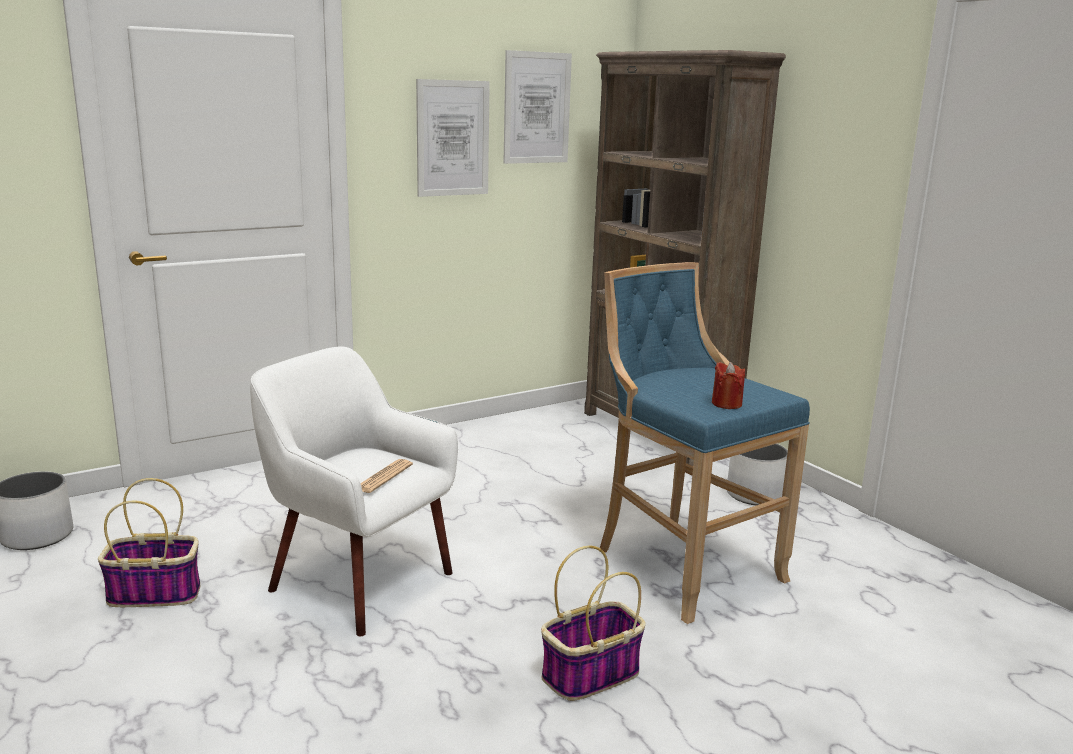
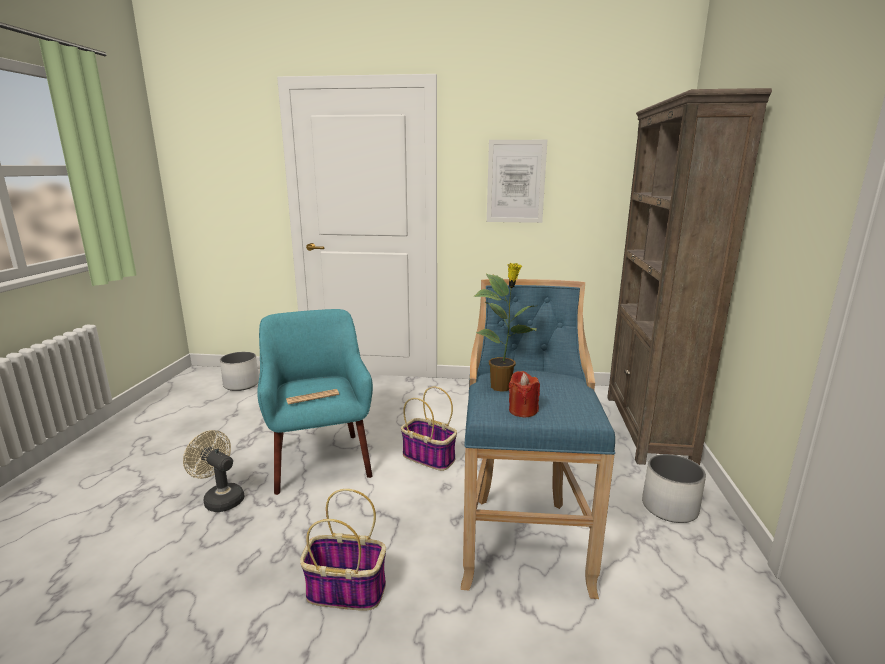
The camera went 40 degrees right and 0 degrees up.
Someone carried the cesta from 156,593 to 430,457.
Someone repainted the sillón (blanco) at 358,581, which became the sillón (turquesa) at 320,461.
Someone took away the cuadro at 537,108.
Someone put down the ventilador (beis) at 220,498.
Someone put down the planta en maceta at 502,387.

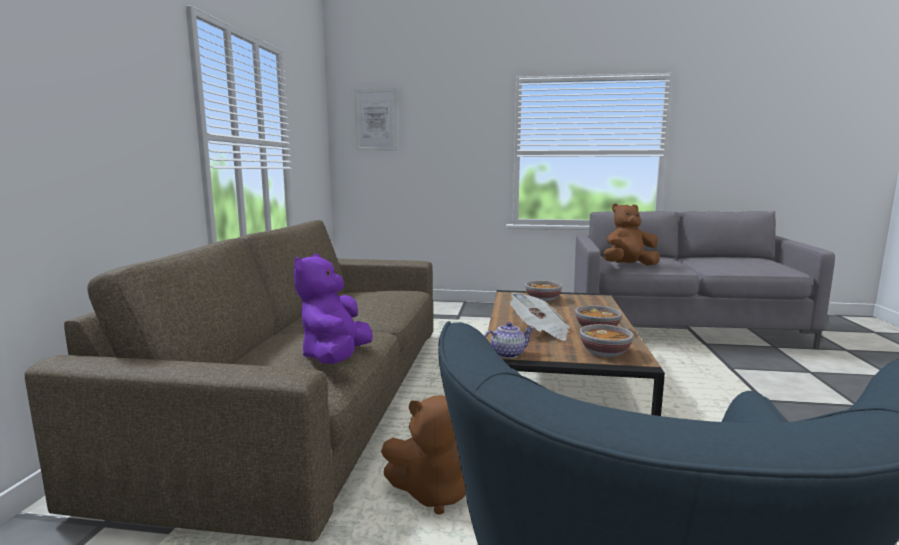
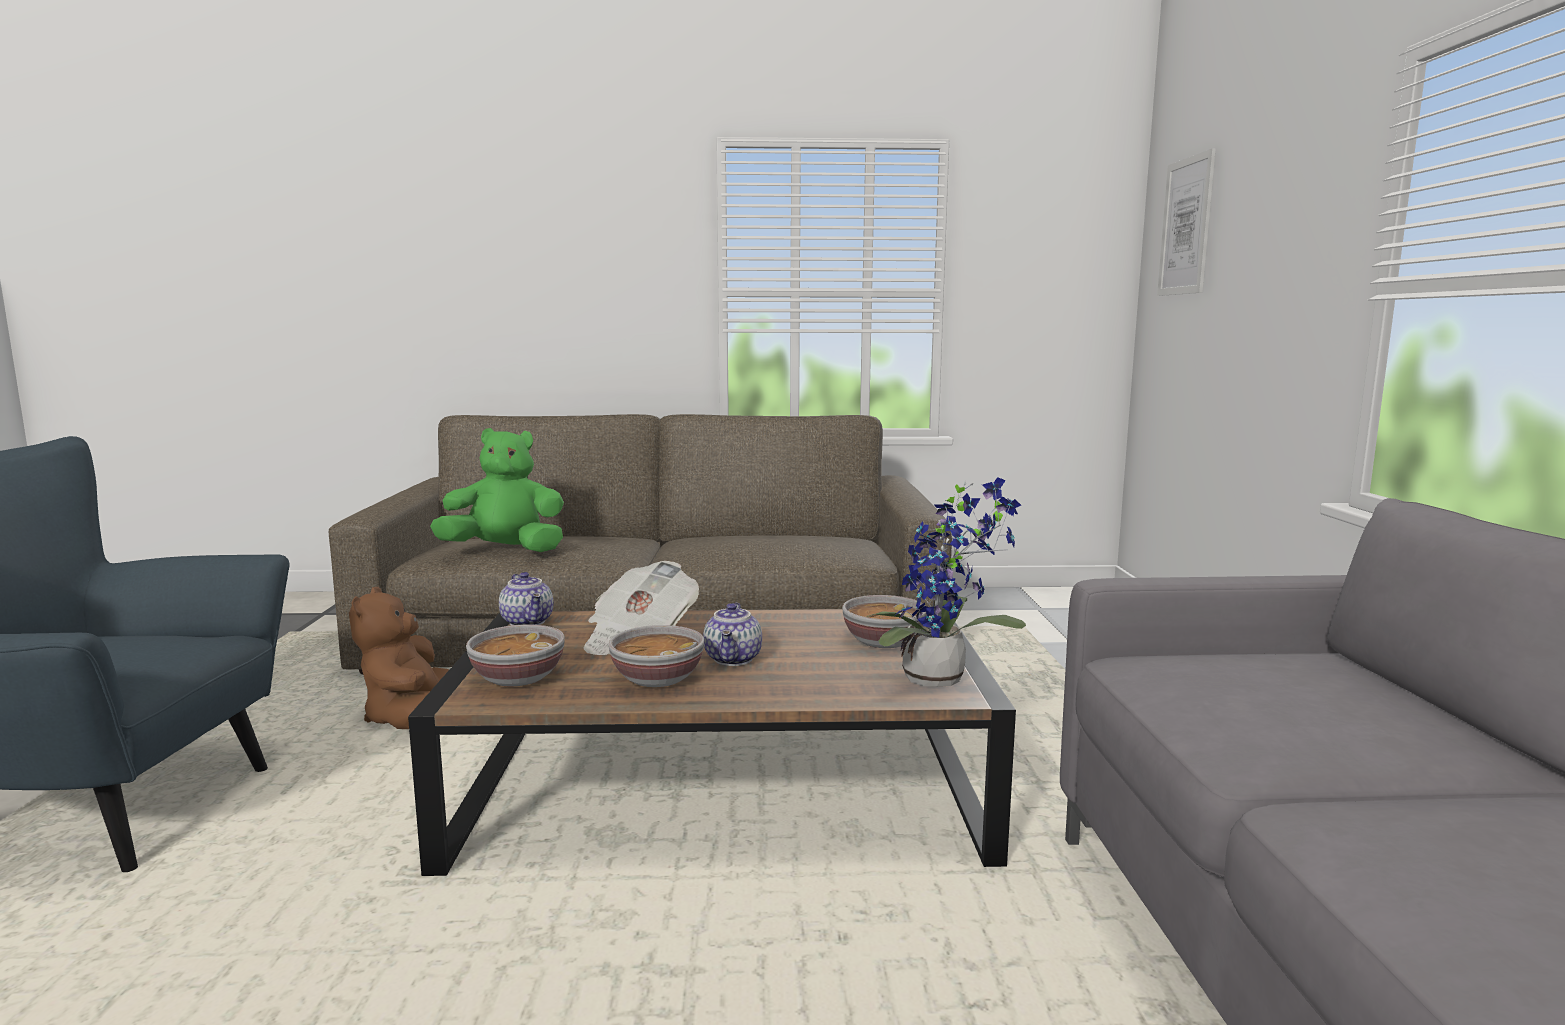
The camera went 80 degrees right and 0 degrees up.
Someone repainted the peluche (morado) at 336,357, which became the peluche (verde) at 505,550.
Someone took away the peluche (marrón) at 628,266.
Someone put down the tetera at 734,659.
Someone put down the planta en maceta at 941,679.

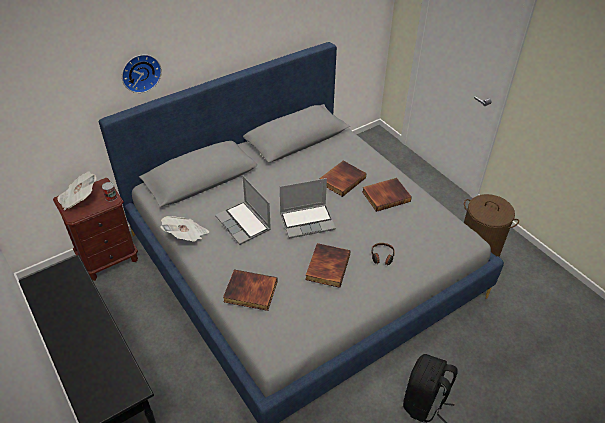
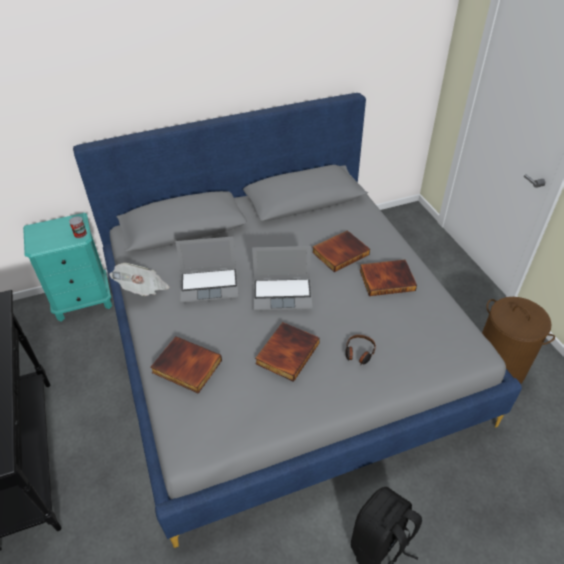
The camera went 15 degrees right and 0 degrees up.
Someone repainted the mesita de noche (marrón) at 109,259, which became the mesita de noche (turquesa) at 83,301.
Someone took away the periódico at 79,199.
Someone took away the reloj de pared at 140,72.
Someone rotated the portátil at 244,223 by 75 degrees counterclockwise.

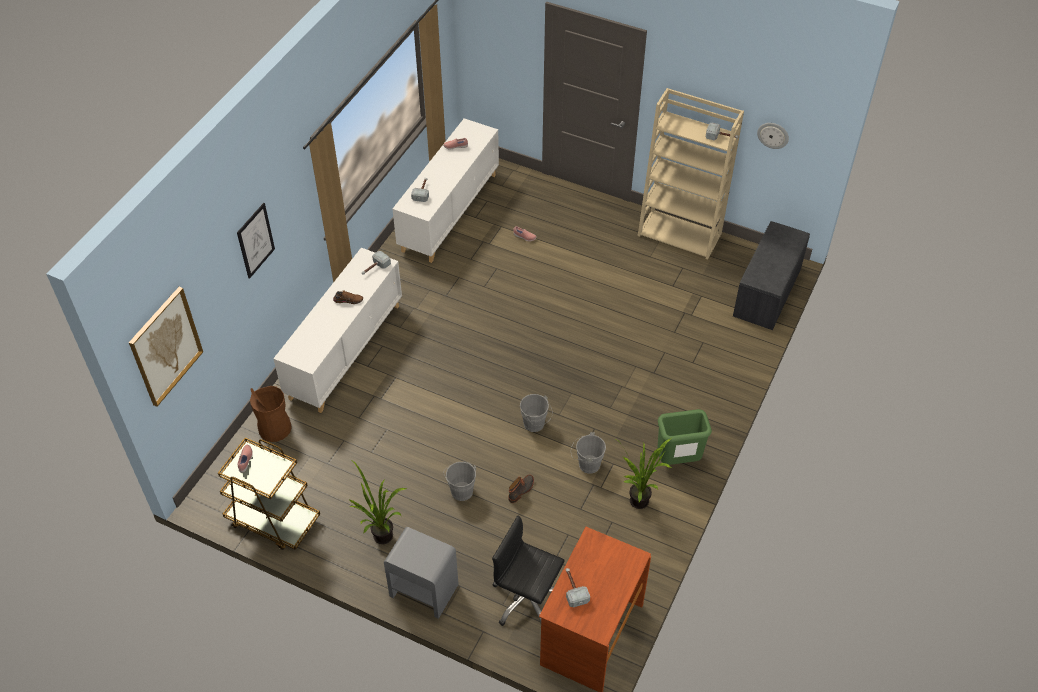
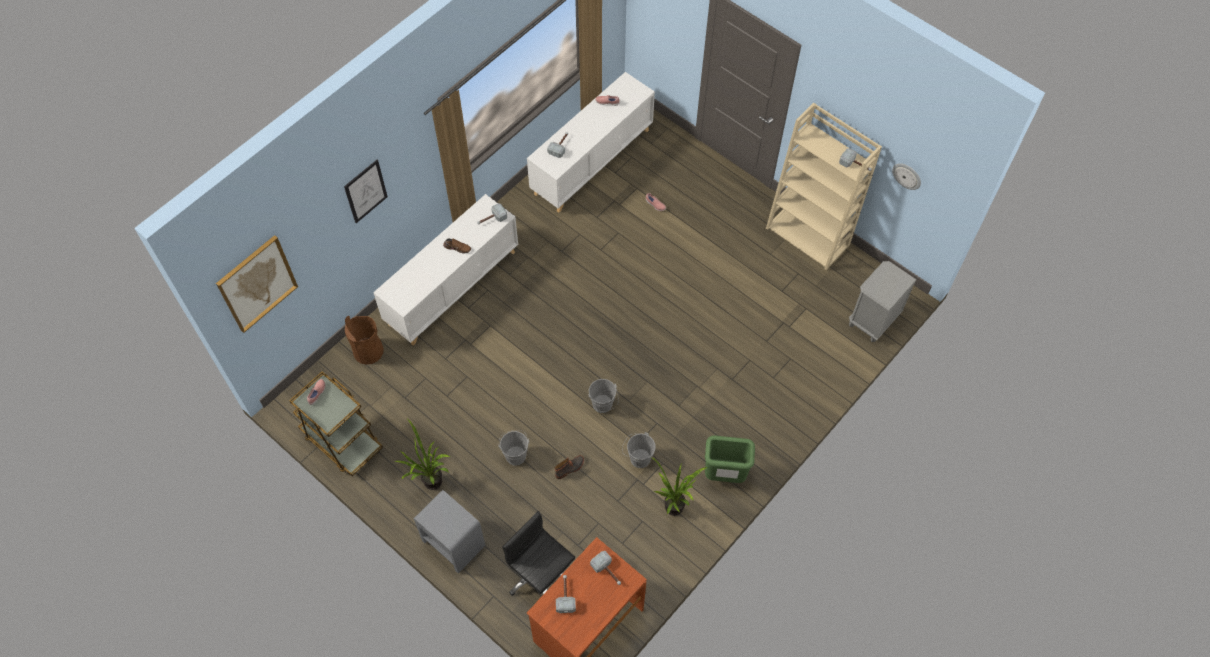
The camera went 15 degrees right and 10 degrees up.
Someone swapped the banco (gris) at 768,293 for the mesita de noche (gris) at 873,320.
Someone put down the martillo at 608,571.

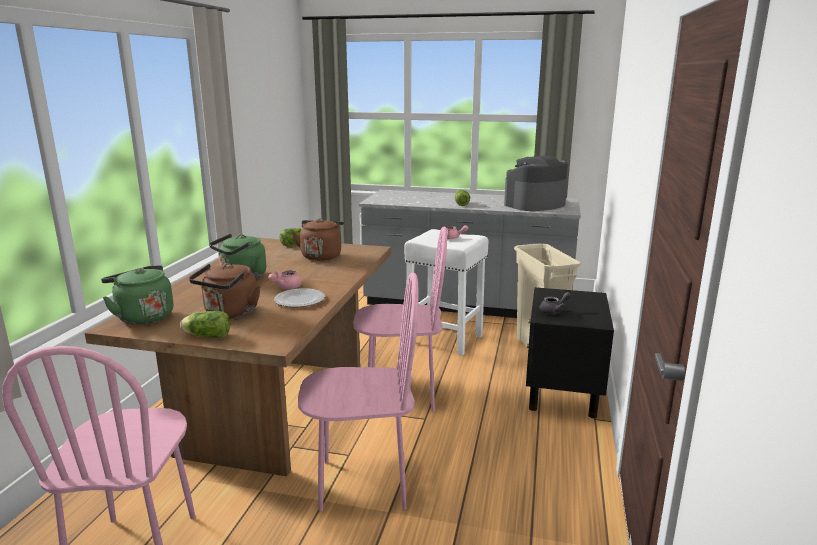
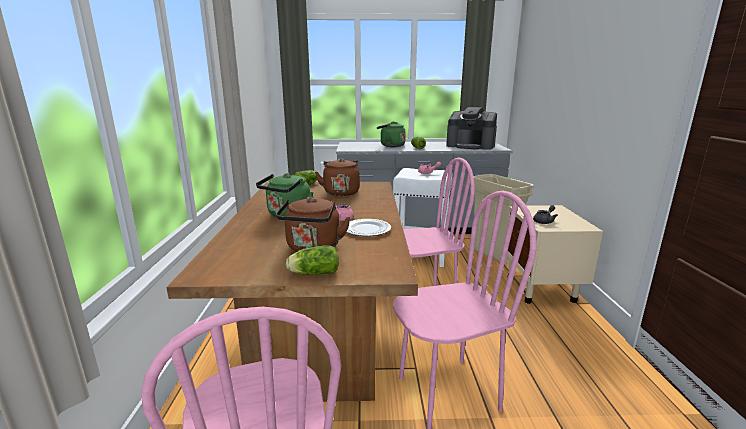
The camera went 15 degrees left and 0 degrees up.
Someone carried the hervidor (verde) from 143,317 to 390,146.
Someone rotated the cafetera at 535,204 by 105 degrees counterclockwise.
Someone repainted the mesita de noche (negro) at 562,397, which became the mesita de noche (beis) at 540,289.

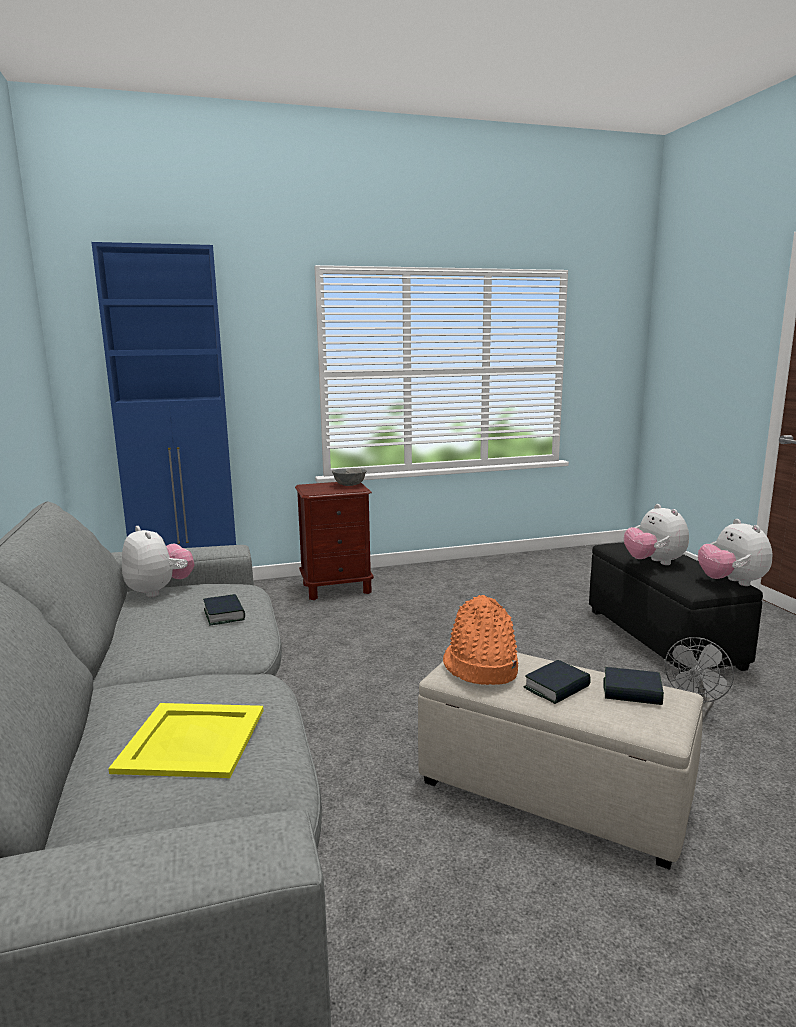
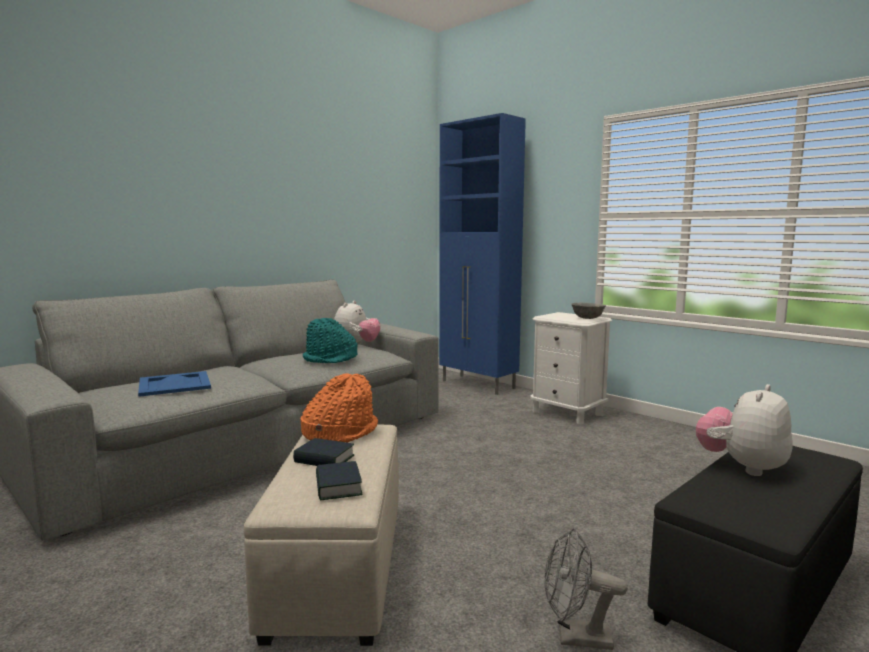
The camera went 60 degrees right and 5 degrees down.
Someone repainted the bandeja (amarillo) at 193,740, which became the bandeja (azul) at 174,384.
Someone swapped the libro at 224,614 for the sombrero (turquesa) at 330,359.
Someone repainted the mesita de noche (marrón) at 337,588, which became the mesita de noche (blanco) at 567,413.
Someone took away the peluche at 731,583.

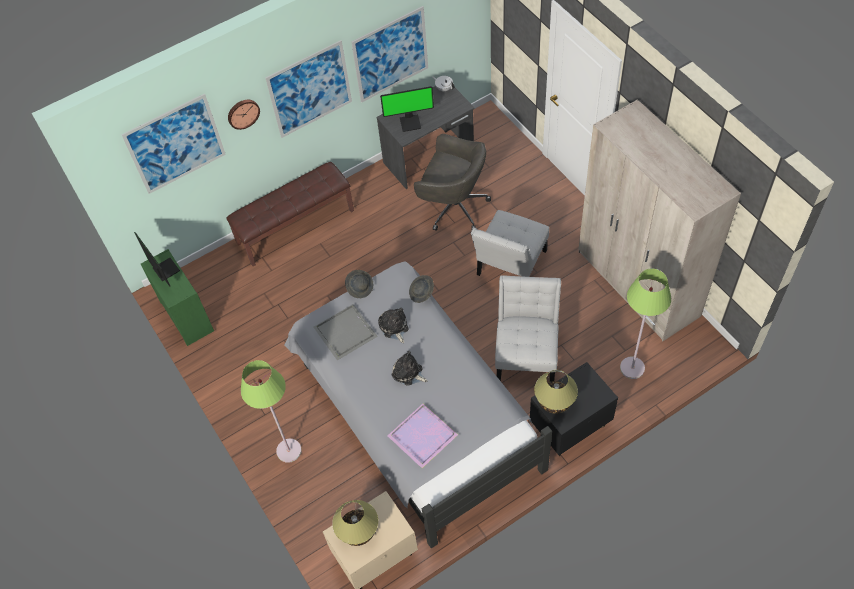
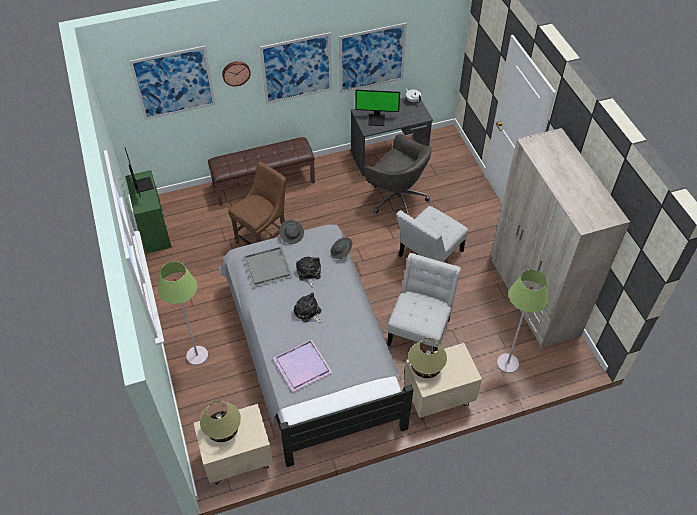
The camera went 10 degrees right and 5 degrees down.
Someone repainted the mesita de noche (negro) at 570,428, which became the mesita de noche (beis) at 438,399.
Someone put down the silla (marrón) at 263,239.

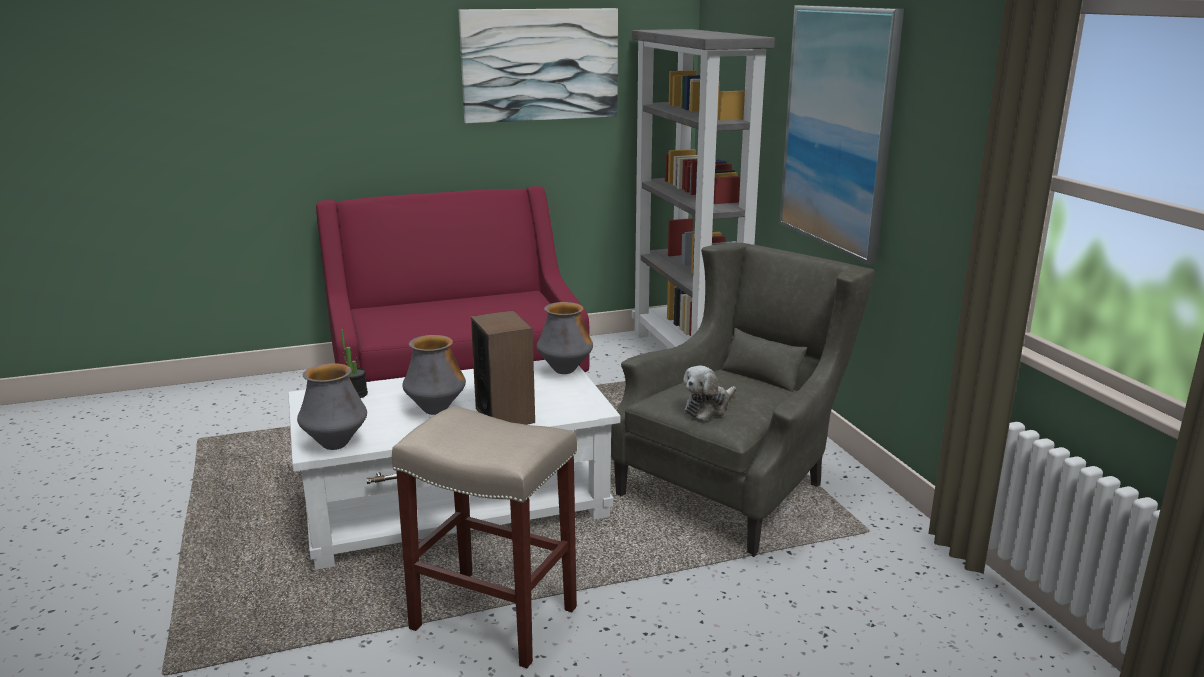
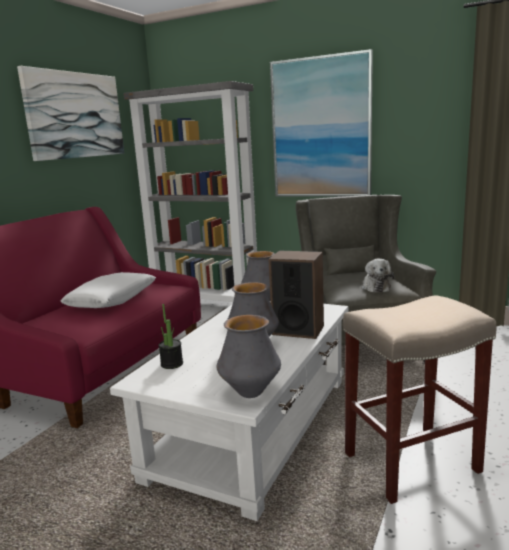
The camera went 45 degrees left and 5 degrees down.
Someone put down the cojín (blanco) at 112,299.

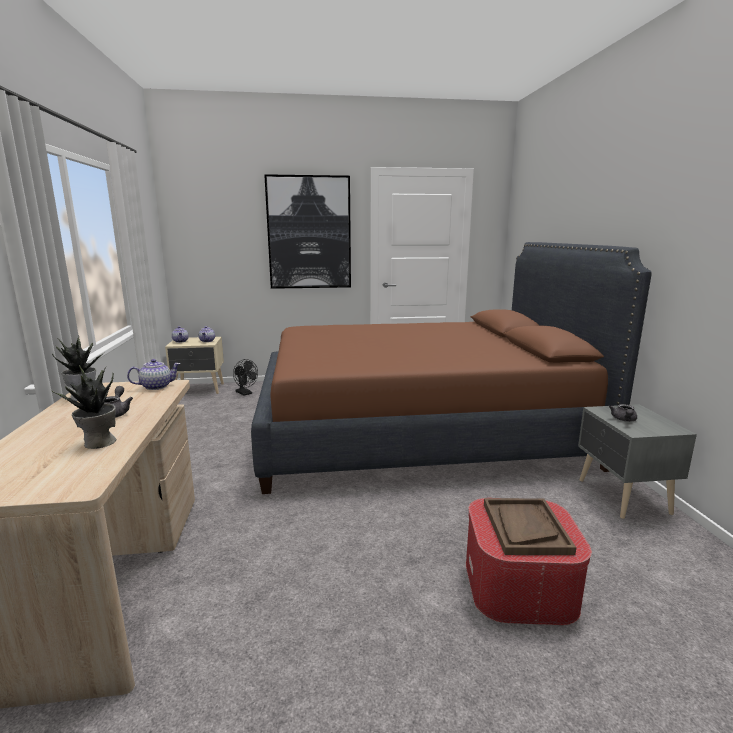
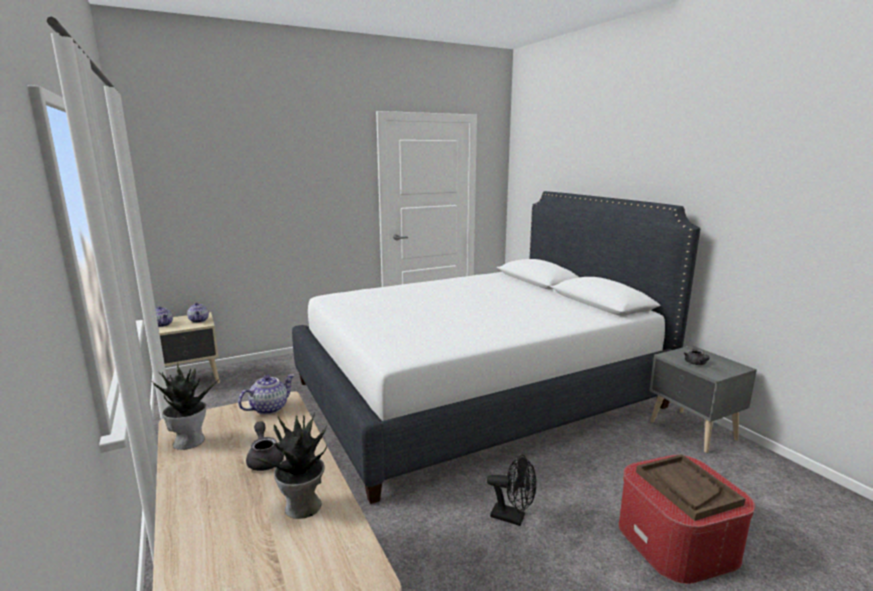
The camera went 20 degrees left and 0 degrees up.
Someone carried the ventilador (negro) from 245,393 to 513,517.
Someone repainted the cama (marrón) at 417,430, which became the cama (blanco) at 477,394.
Someone took away the cuadro at 309,233.

